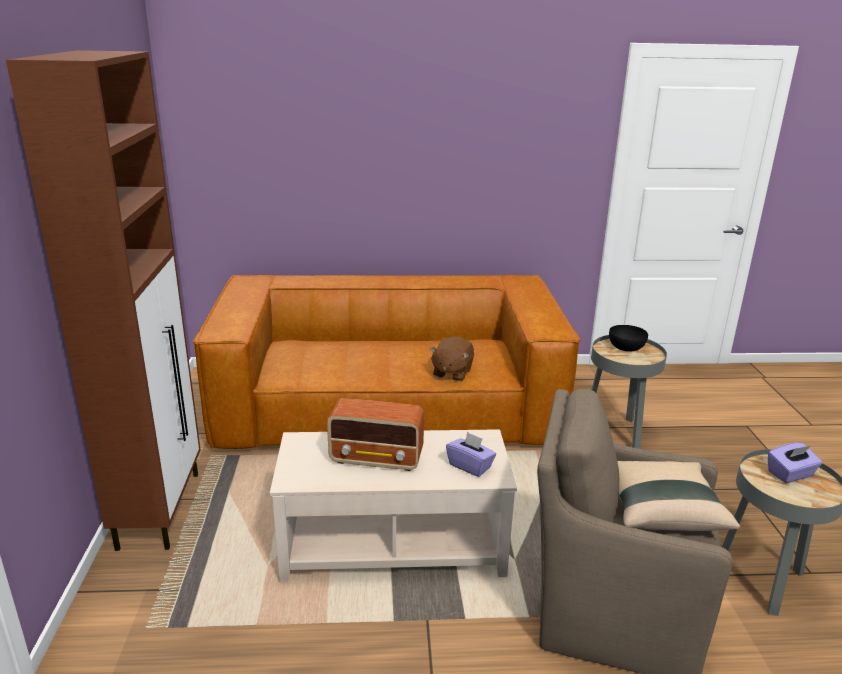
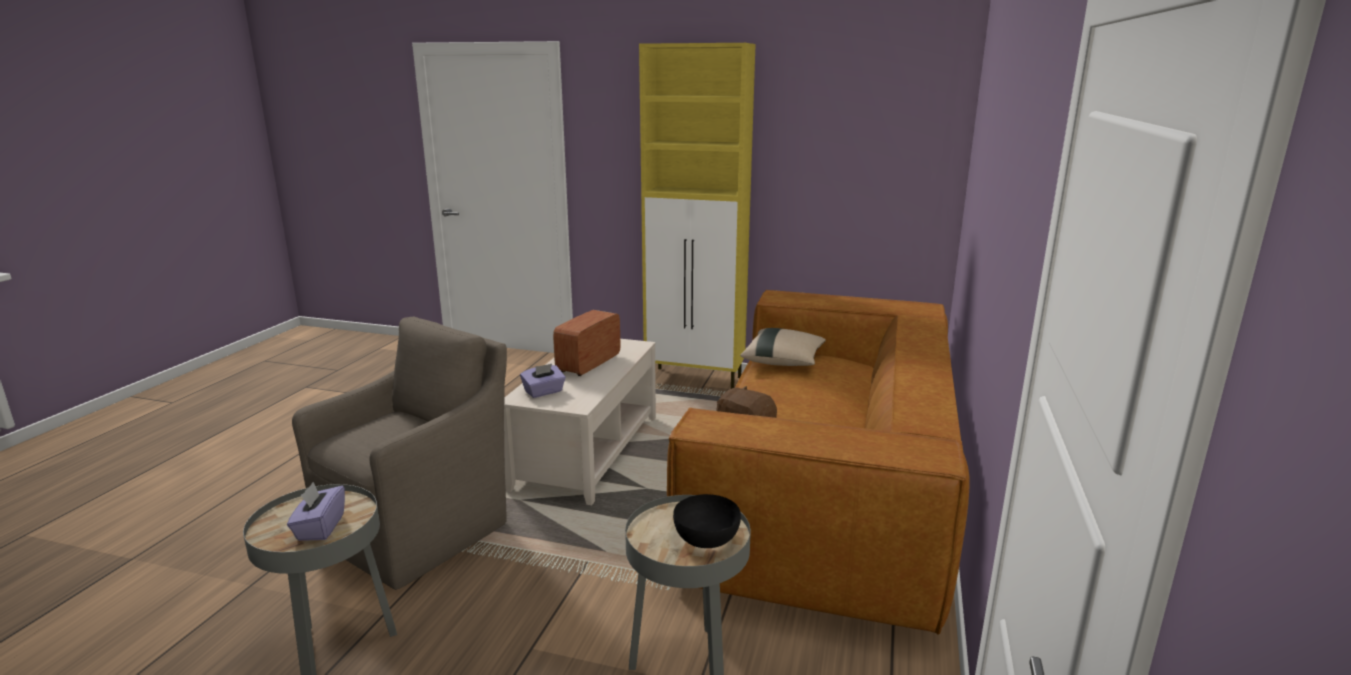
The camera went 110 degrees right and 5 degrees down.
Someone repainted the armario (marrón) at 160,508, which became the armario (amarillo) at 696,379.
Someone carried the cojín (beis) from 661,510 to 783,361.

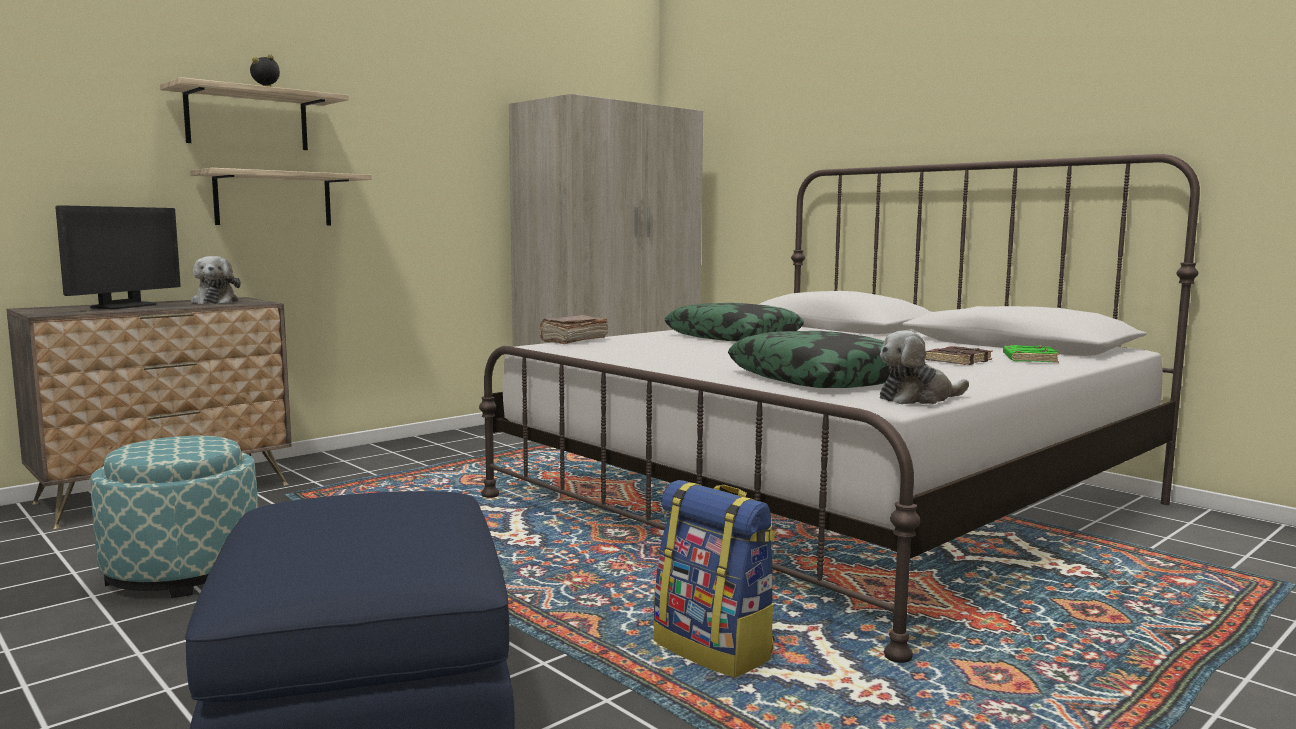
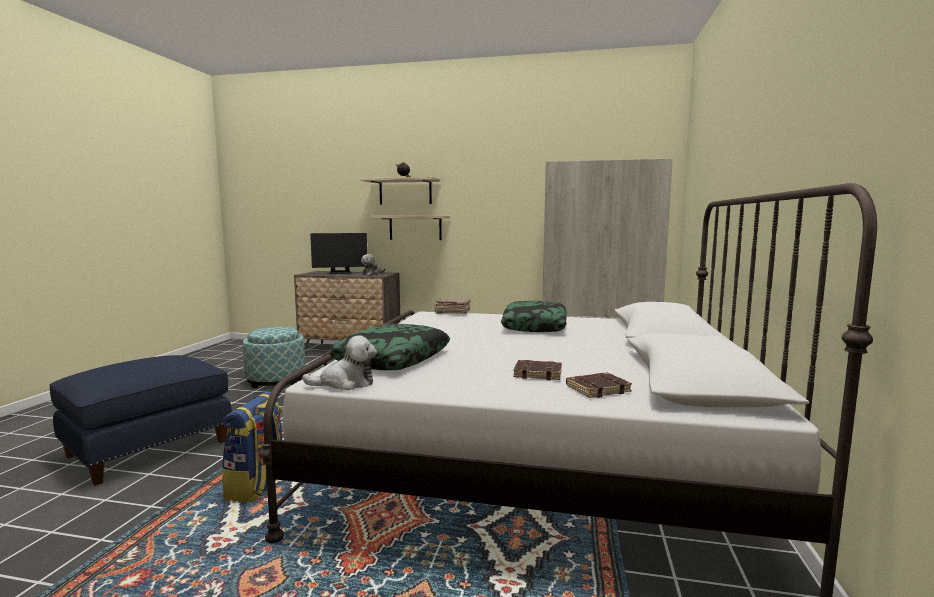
The camera went 55 degrees right and 0 degrees up.
Someone rotated the peluche at 918,398 by 135 degrees clockwise.
Someone repainted the libro (verde) at 1028,359, which became the libro (marrón) at 597,389.

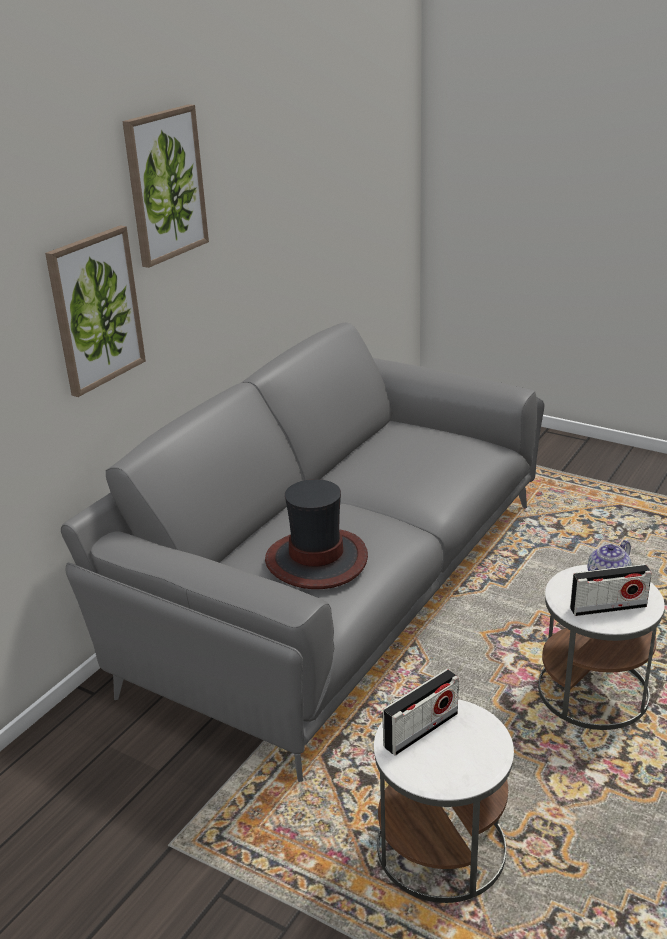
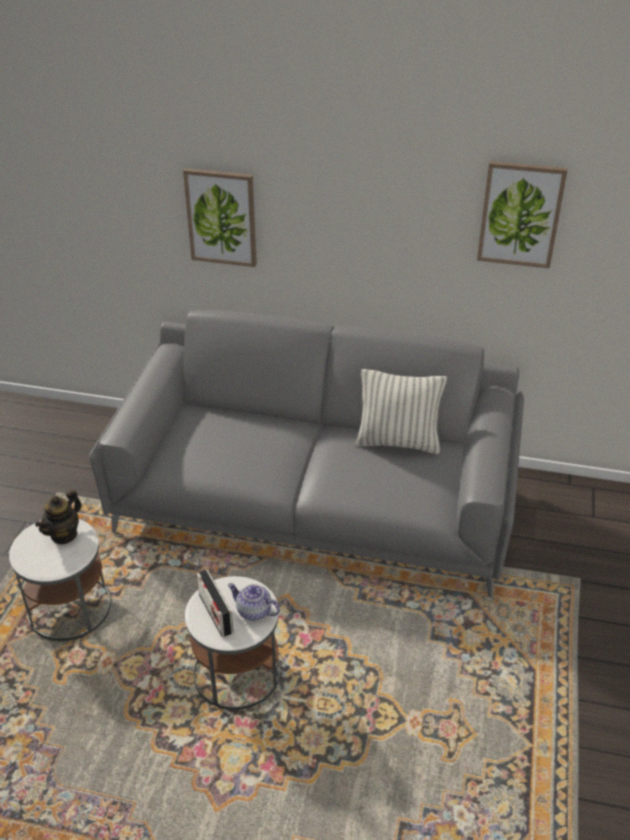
The camera went 70 degrees right and 10 degrees up.
Someone carried the cuadro from 165,185 to 520,214.
Someone took away the sombrero at 317,560.
Someone swapped the radio at 421,730 for the tetera at 64,534.
Someone put down the cojín at 398,442.

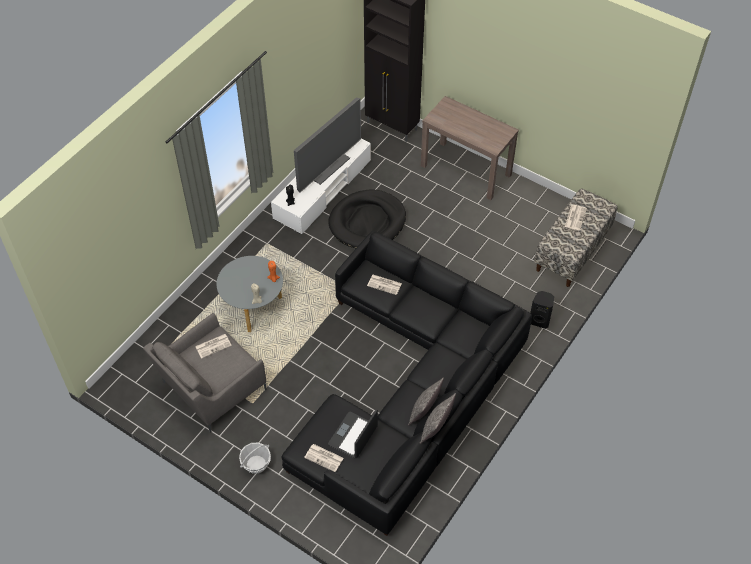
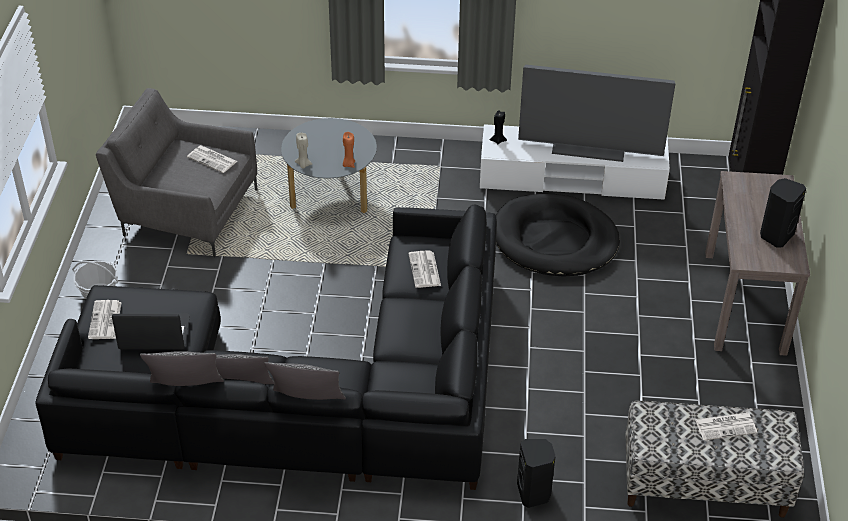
The camera went 60 degrees right and 10 degrees down.
Someone put down the cojín at 307,403.
Someone put down the altavoz (negro) at 775,235.

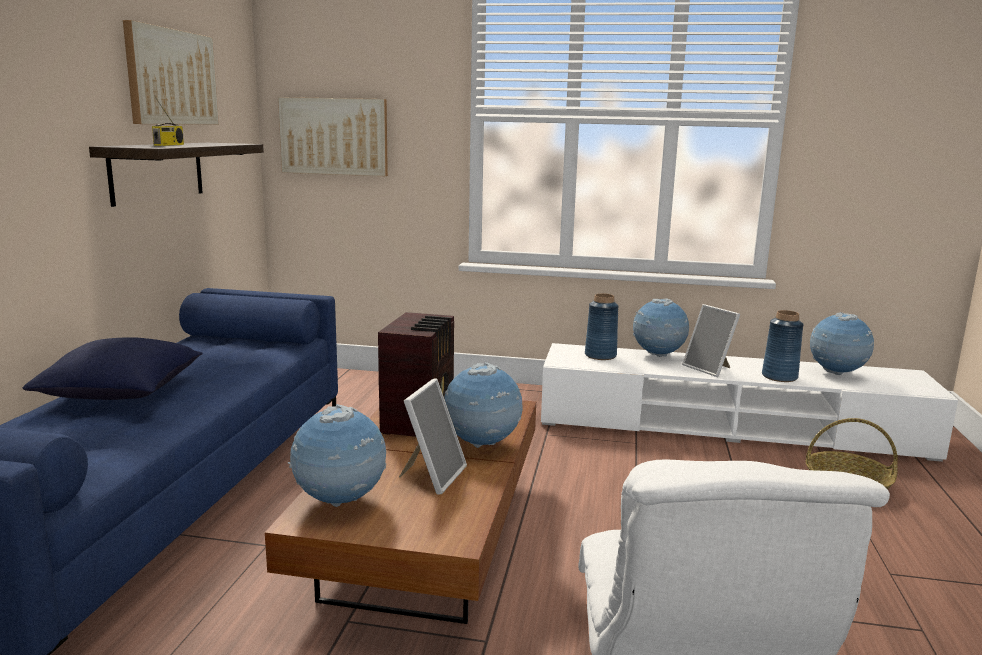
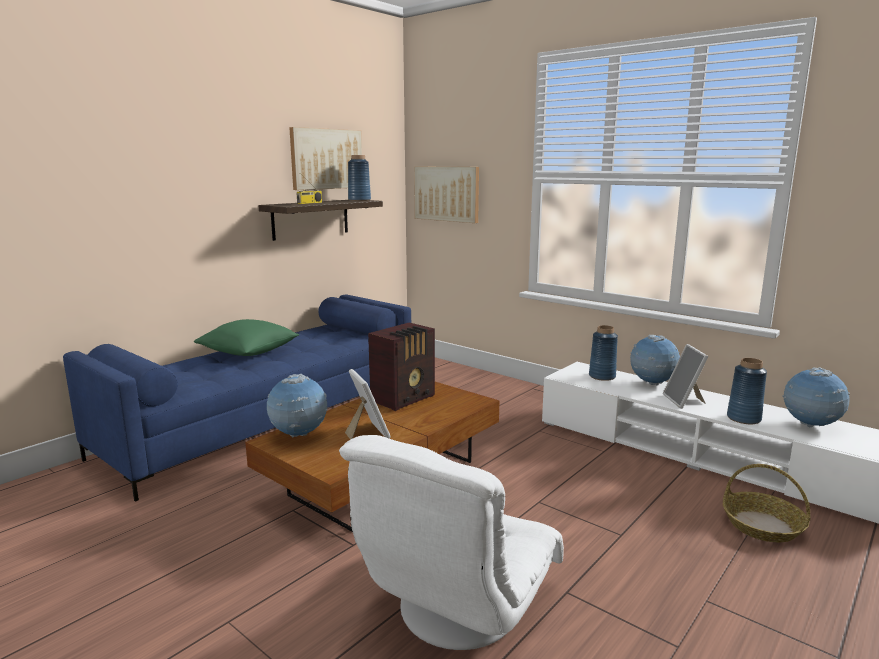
The camera went 30 degrees right and 0 degrees up.
Someone repainted the cojín (azul) at 123,394, which became the cojín (verde) at 249,353.
Someone rotated the portarretratos at 432,476 by 75 degrees counterclockwise.
Someone took away the globo terráqueo at 482,445.
Someone put down the florero (azul) at 359,200.

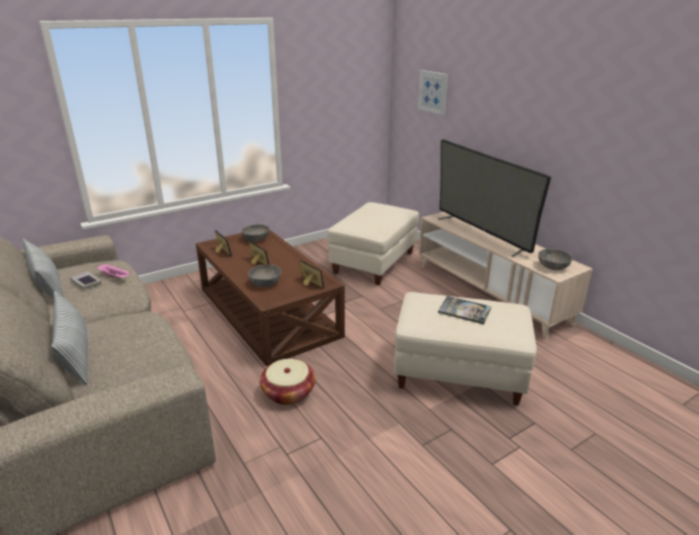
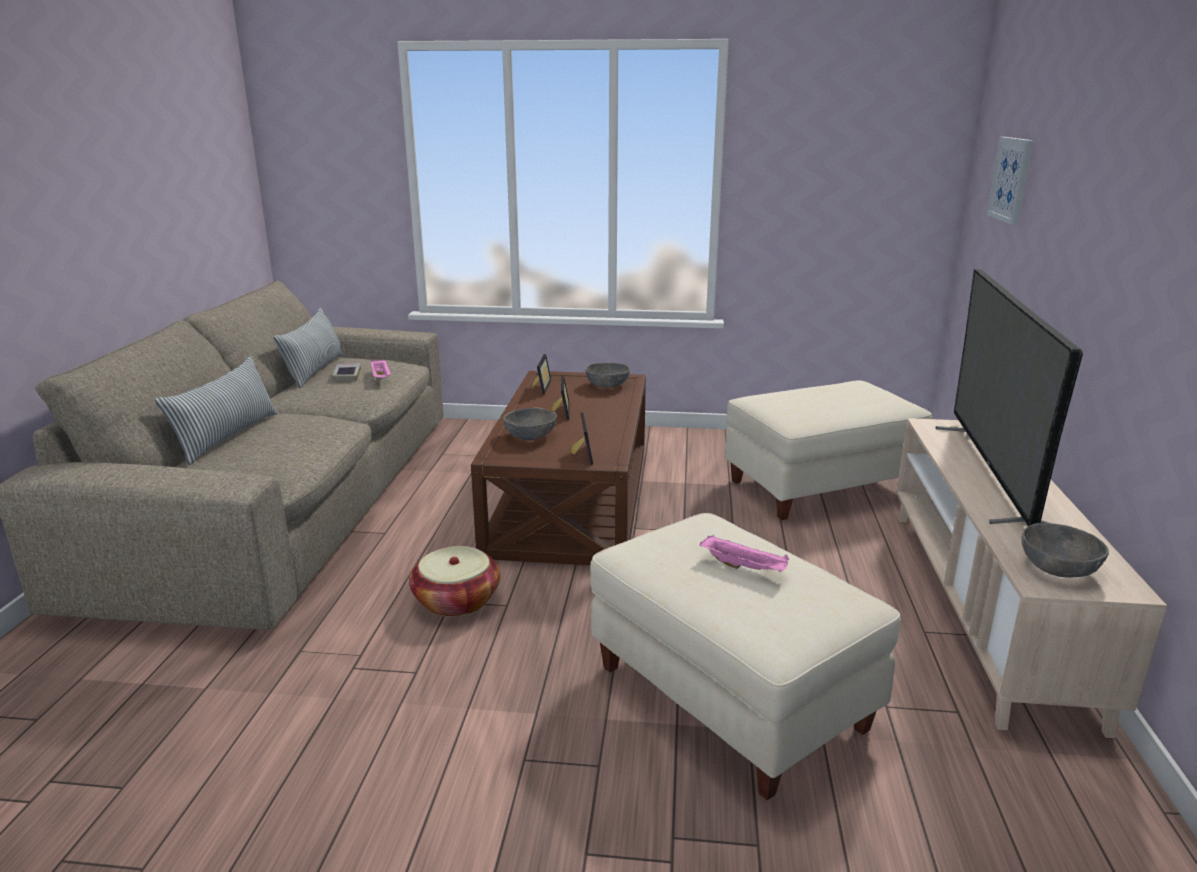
The camera went 40 degrees right and 5 degrees down.
Someone swapped the libro at 464,310 for the bandeja (rosa) at 744,567.

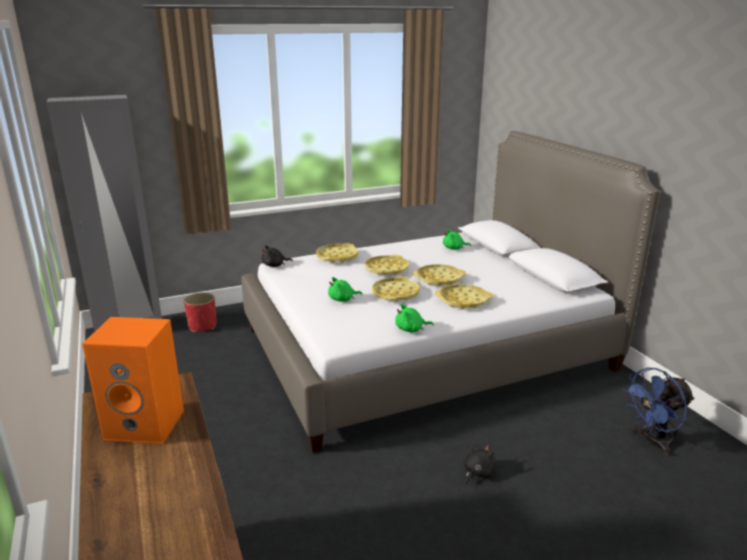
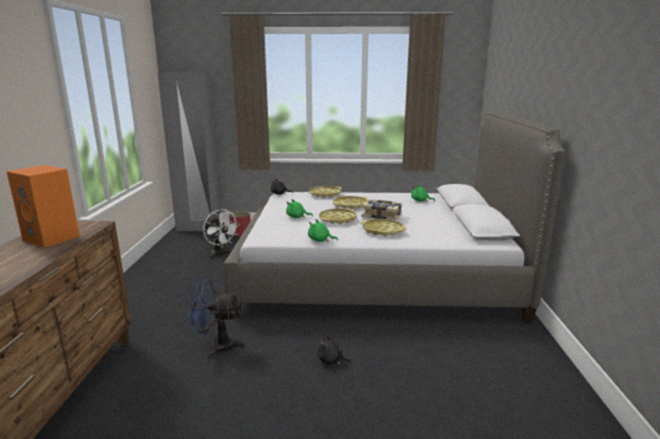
The camera went 25 degrees right and 5 degrees down.
Someone swapped the bandeja (amarillo) at 439,279 for the libro at 382,216.
Someone rotated the peluche (negro) at 477,473 by 135 degrees counterclockwise.
Someone carried the ventilador (azul) from 652,442 to 216,346.
Someone put down the ventilador (blanco) at 220,254.

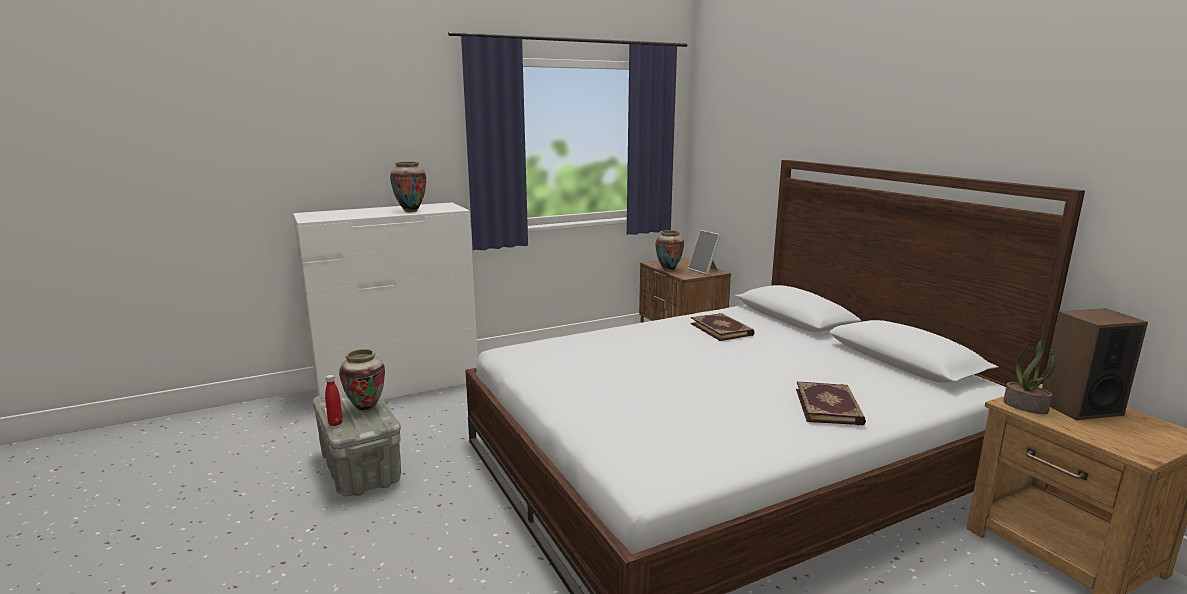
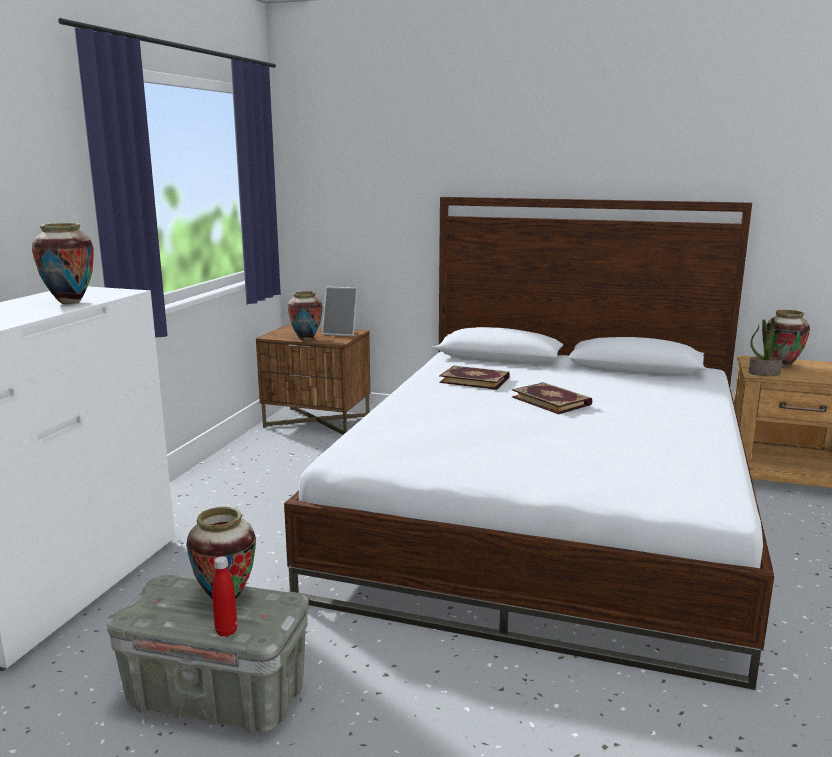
The camera went 45 degrees left and 0 degrees up.
Someone carried the libro from 829,406 to 552,401.
Someone swapped the altavoz at 1080,408 for the florero at 782,365.

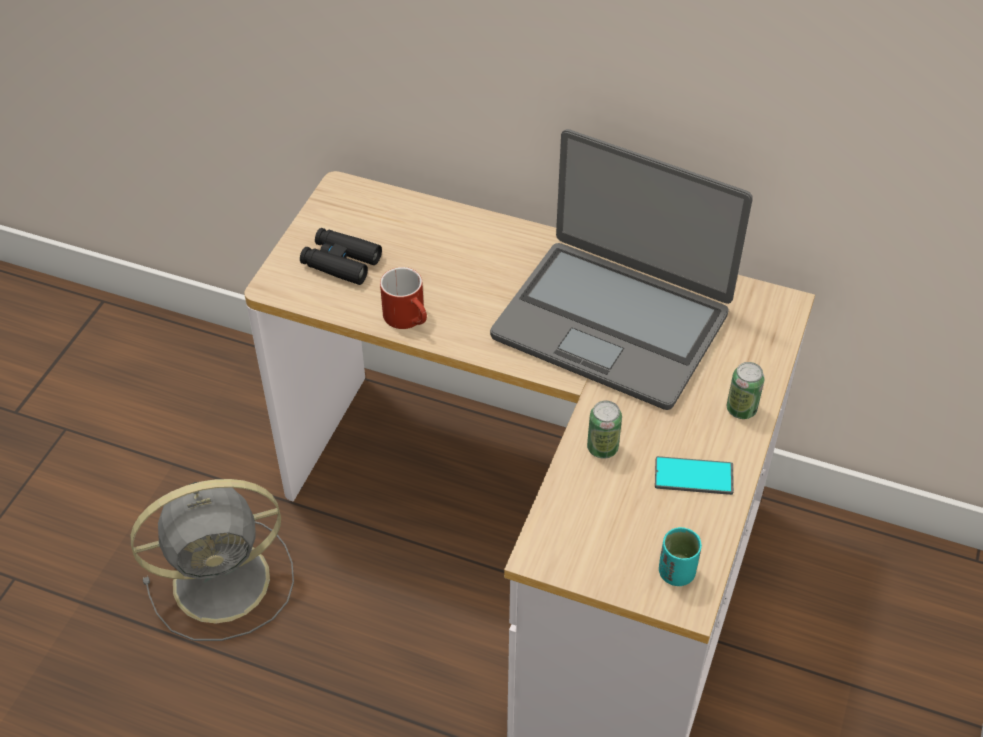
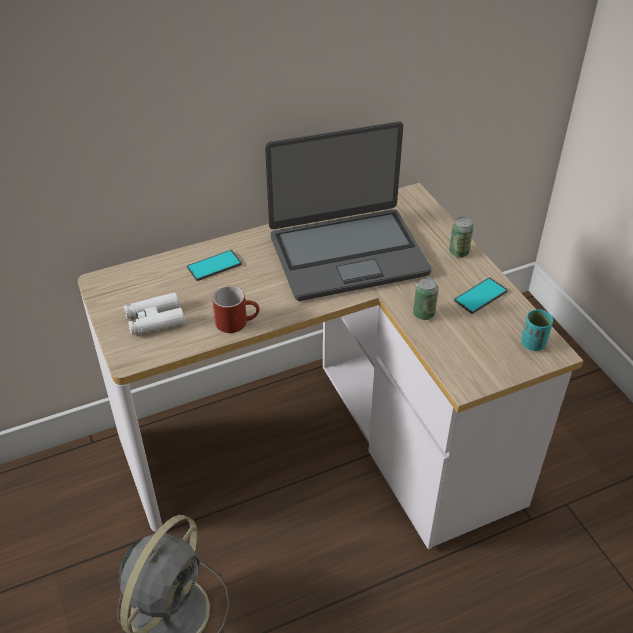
The camera went 45 degrees left and 5 degrees down.
Someone repainted the prismáticos (negro) at 341,262, which became the prismáticos (blanco) at 154,320.
Someone put down the móvil at 214,266.

